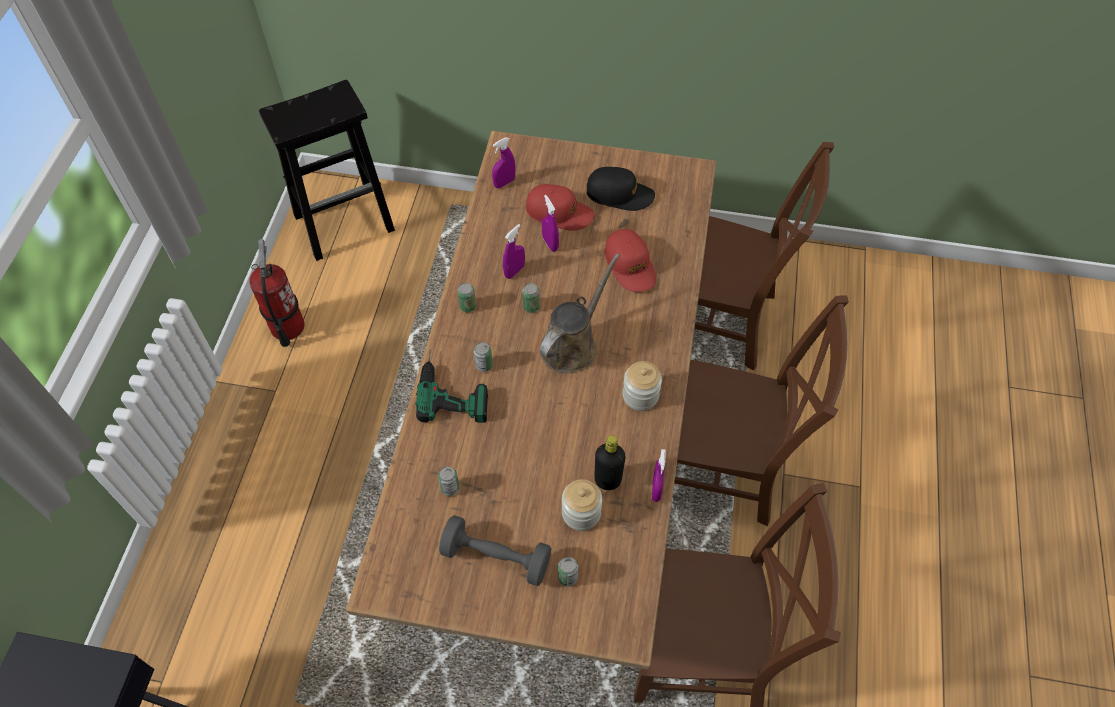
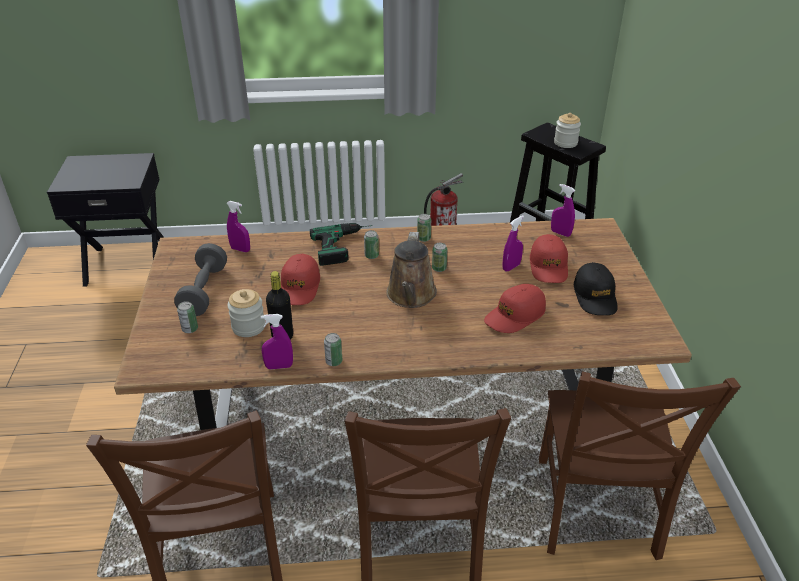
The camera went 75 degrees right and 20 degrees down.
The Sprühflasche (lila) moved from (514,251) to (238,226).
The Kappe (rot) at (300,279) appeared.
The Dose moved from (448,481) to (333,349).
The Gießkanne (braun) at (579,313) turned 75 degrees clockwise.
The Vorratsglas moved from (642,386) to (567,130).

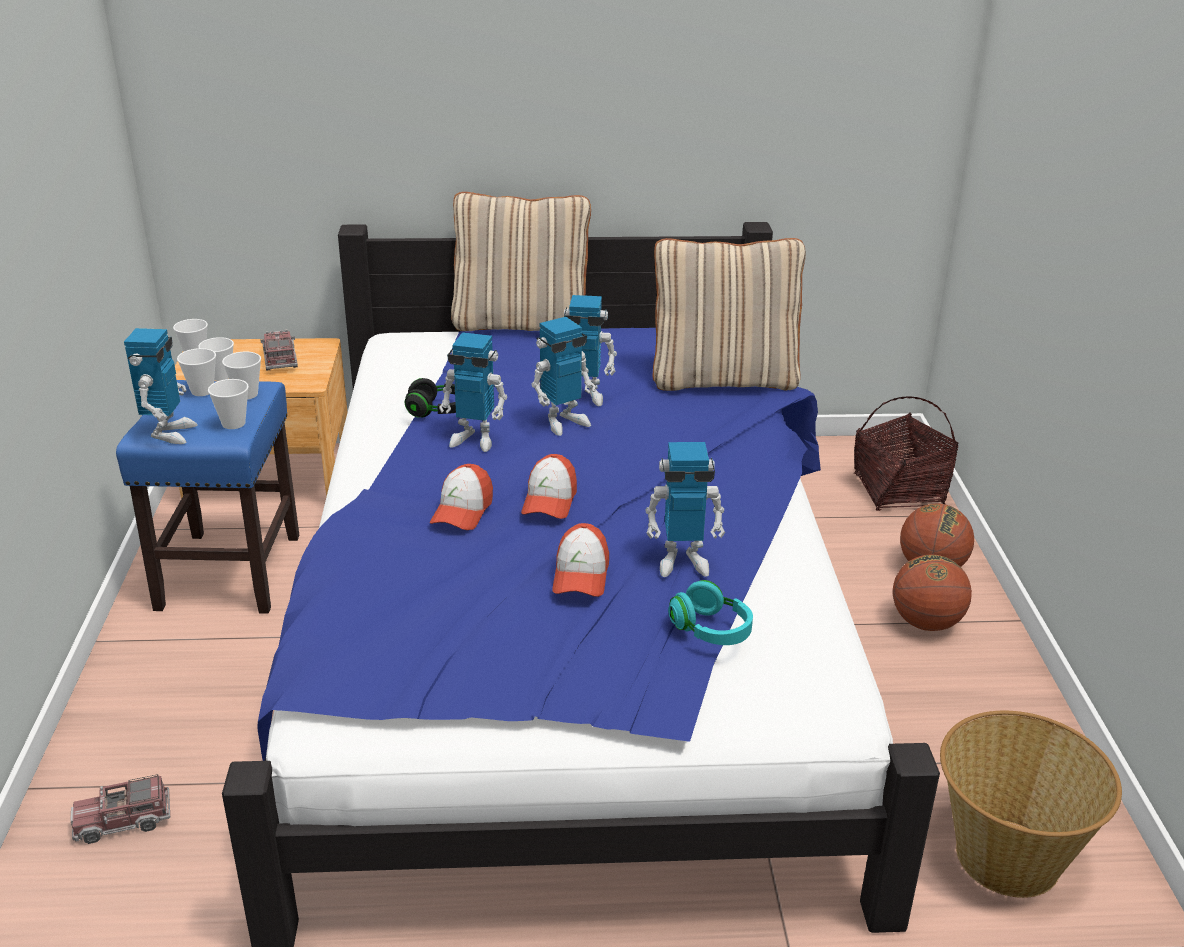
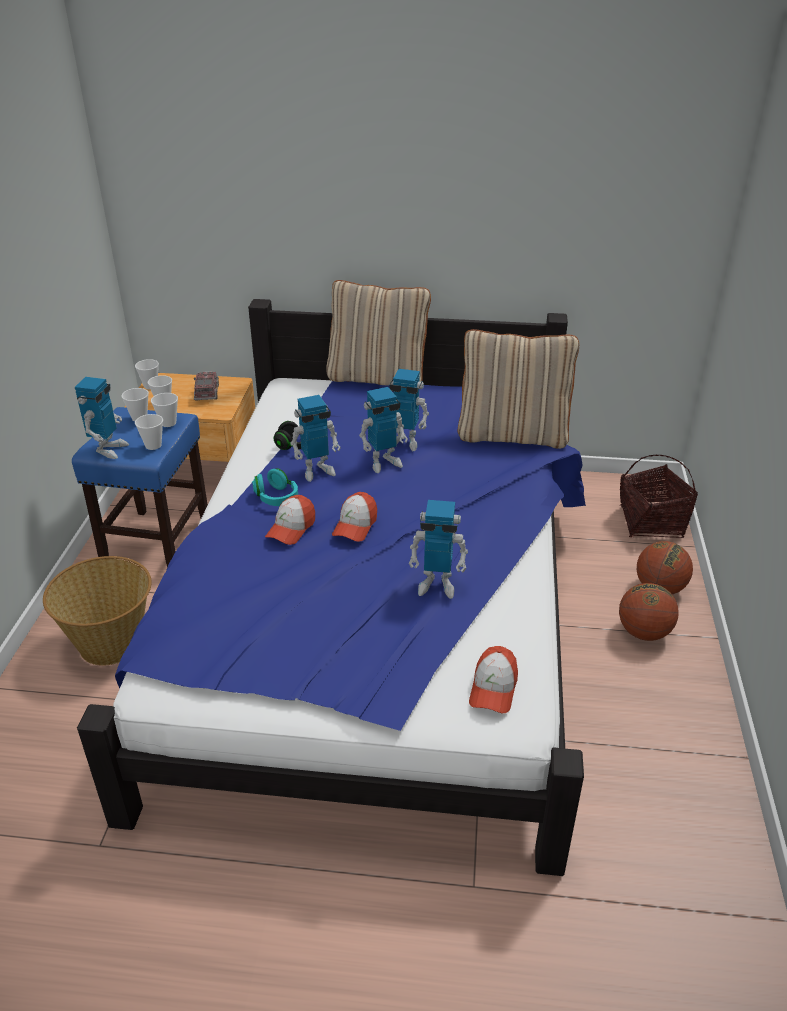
The camera went 10 degrees right and 5 degrees up.
The Korb moved from (1031,804) to (97,611).
The Kopfhörer (türkis) moved from (710,612) to (275,487).
The Spielzeugroboter at (473,392) turned 45 degrees counterclockwise.
The Kappe moved from (580,560) to (493,679).
The Spielzeuglaster at (120,809) disappeared.

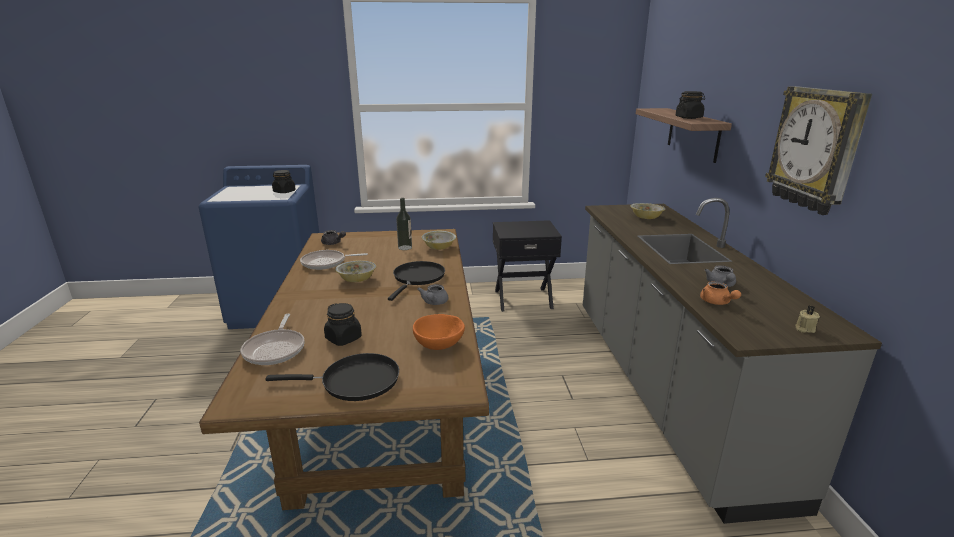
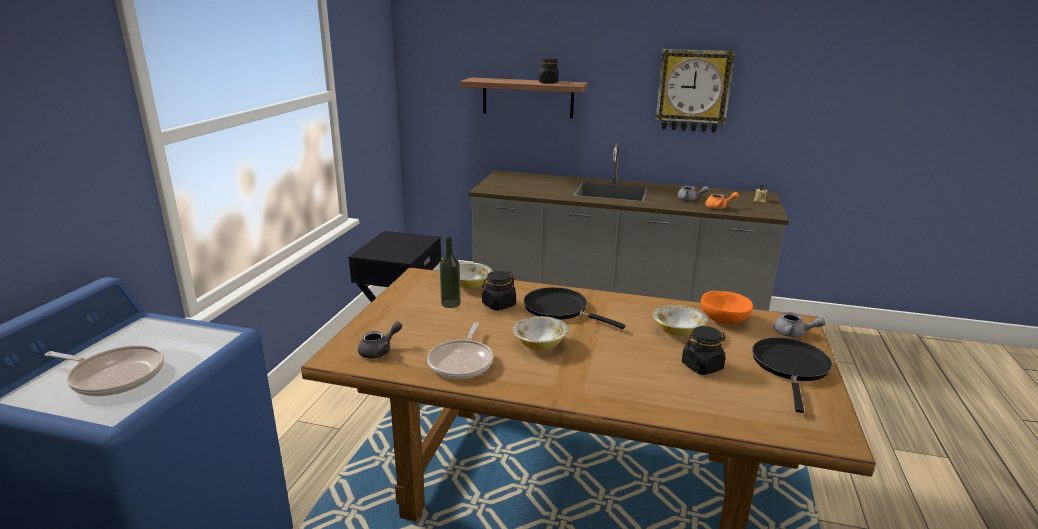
The camera went 70 degrees left and 0 degrees up.
The Pfanne moved from (273,339) to (104,370).
The Vorratsglas (schwarz) moved from (284,181) to (499,291).
The Schüssel moved from (647,211) to (680,321).
The Teekanne (grau) moved from (433,294) to (800,324).

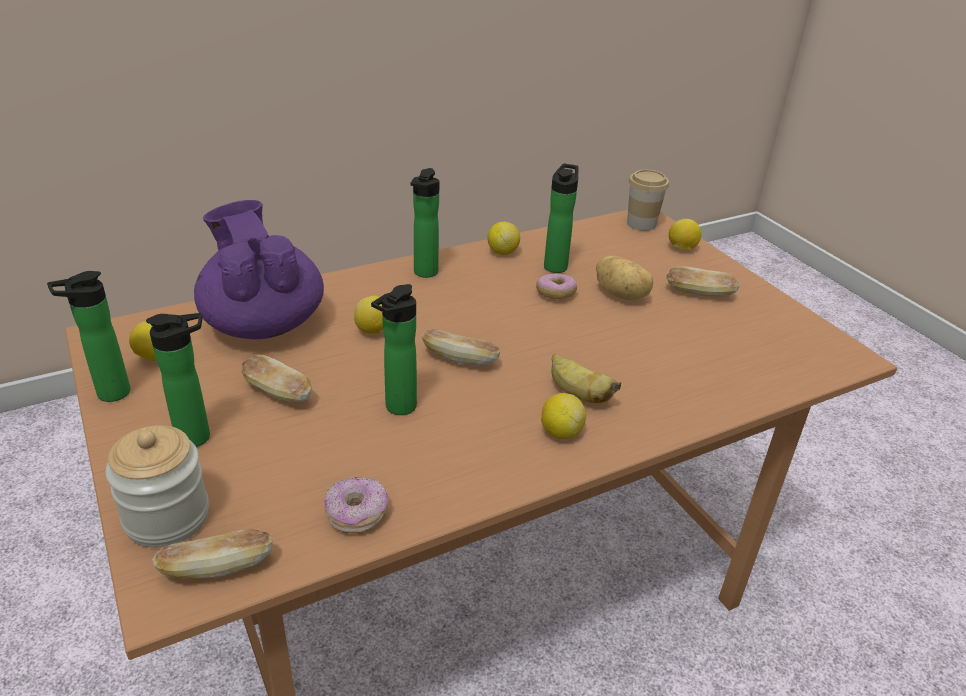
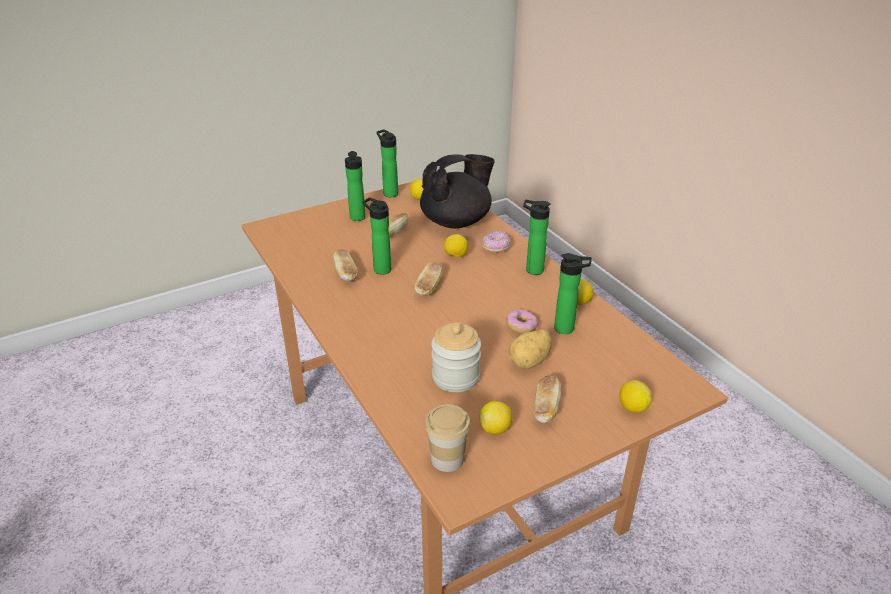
The camera went 90 degrees right and 0 degrees up.
The Brot moved from (213,554) to (345,265).
The Teekanne (lila) at (259,269) became the Teekanne (schwarz) at (457,191).
The Tasse moved from (648,200) to (448,438).
The Vorratsglas moved from (157,486) to (456,357).
The Zitrone moved from (563,416) to (496,417).
The Donut moved from (356,505) to (496,241).
The Banane at (586,378) disappeared.

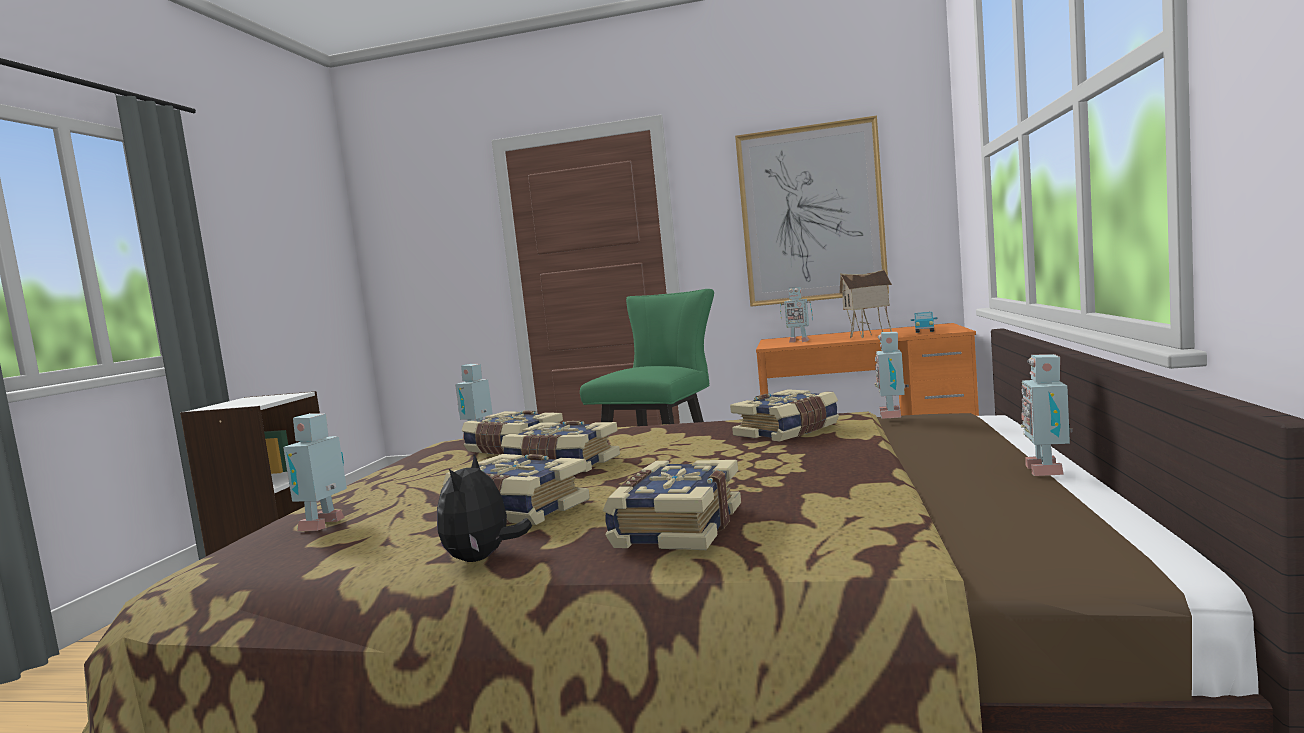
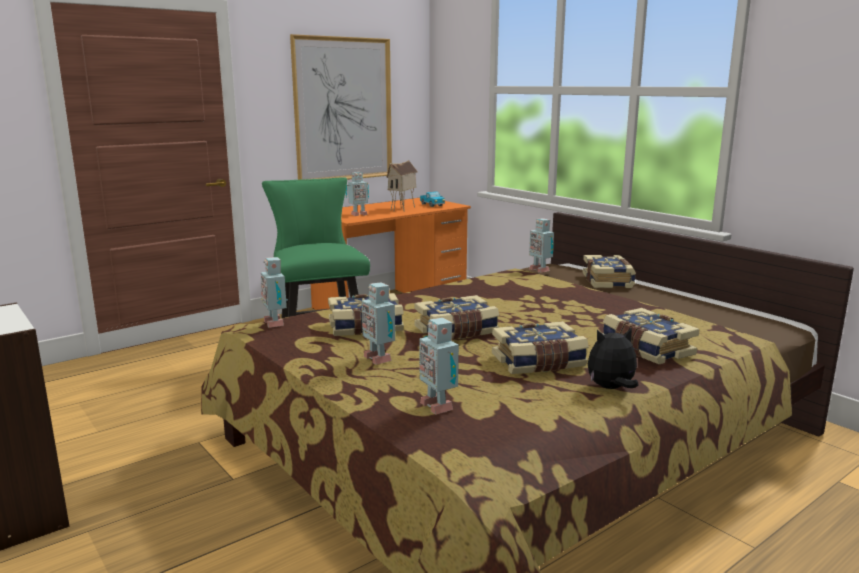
The camera went 50 degrees left and 10 degrees up.
The Spielzeugroboter moved from (1047,415) to (378,323).
The Buch moved from (784,415) to (609,271).
The Plüschtier at (484,508) turned 120 degrees clockwise.

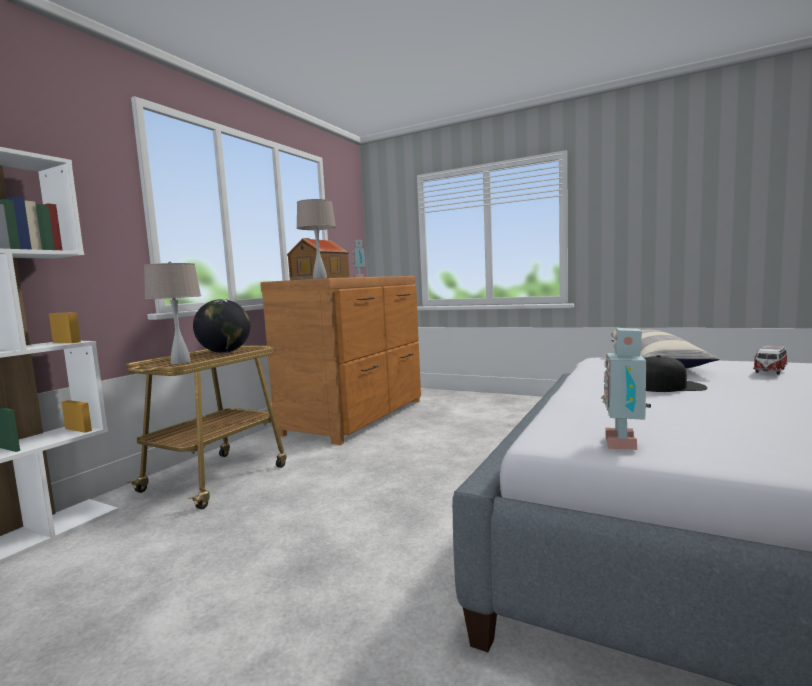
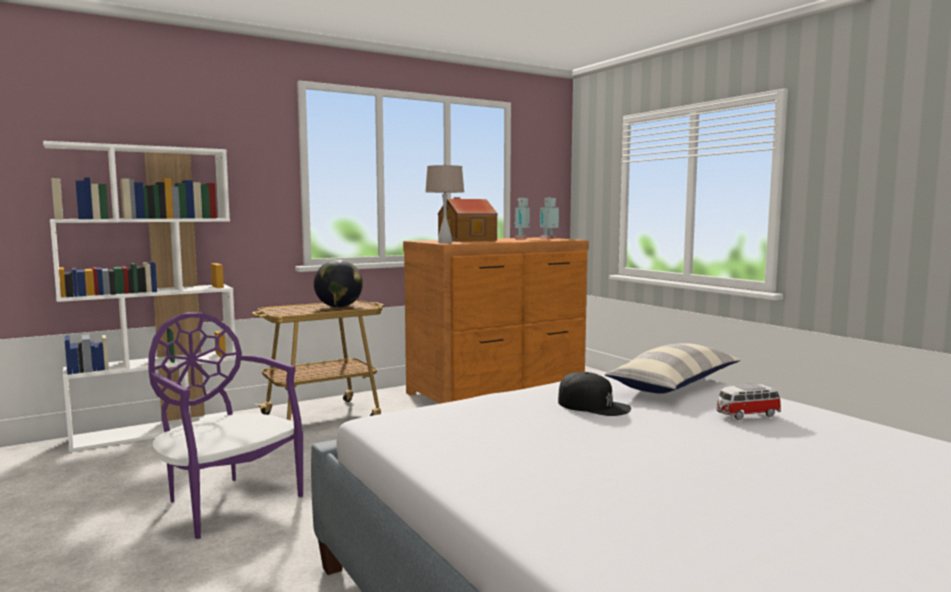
The camera went 30 degrees right and 0 degrees up.
The Stuhl (lila) at (225,425) appeared.
The Spielzeugroboter moved from (626,389) to (549,218).
The Tischlampe (beige) at (172,313) disappeared.

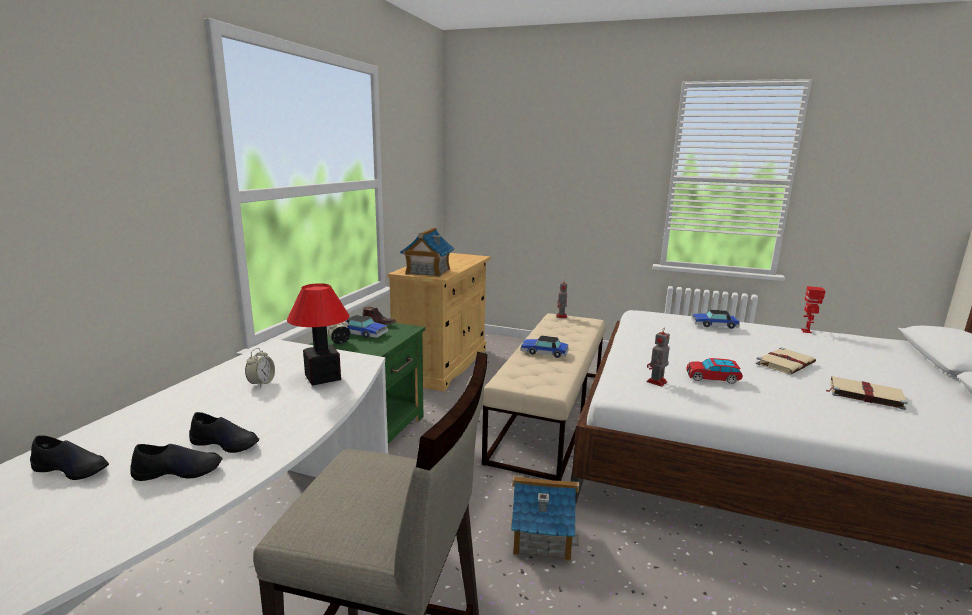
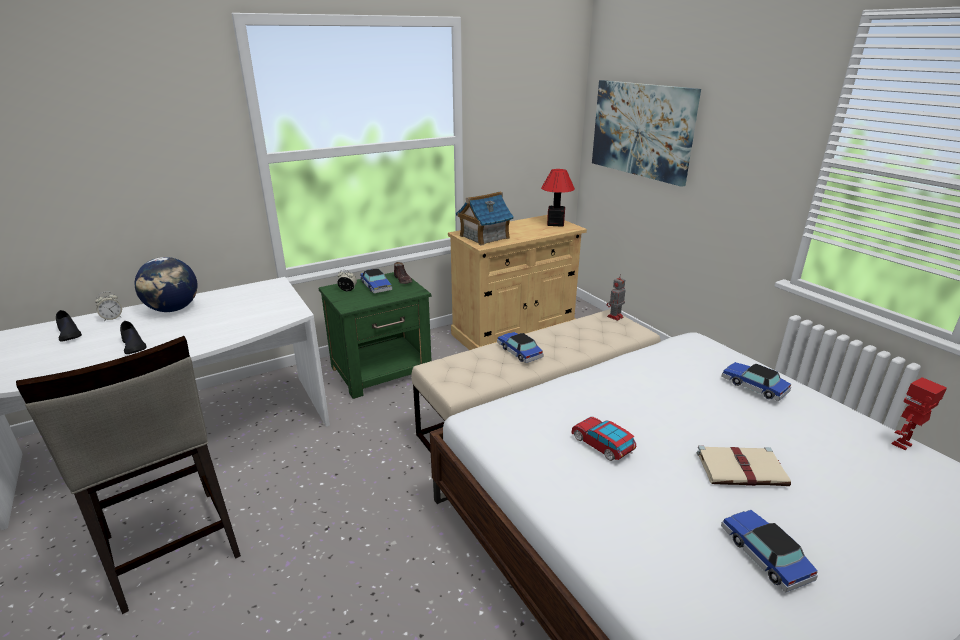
The camera went 40 degrees right and 10 degrees up.
The Wecker moved from (260,368) to (108,307).
The Globus at (166,284) appeared.
The Tischlampe moved from (318,334) to (558,198).
The Bild at (646,133) appeared.
The Buch (beige) at (867,393) was replaced by the Spielzeugauto at (769,551).
The Schuh (schwarz) at (176,462) disappeared.
The Spielzeughaus at (545,518) disappeared.
The Spielzeugroboter at (658,357) disappeared.

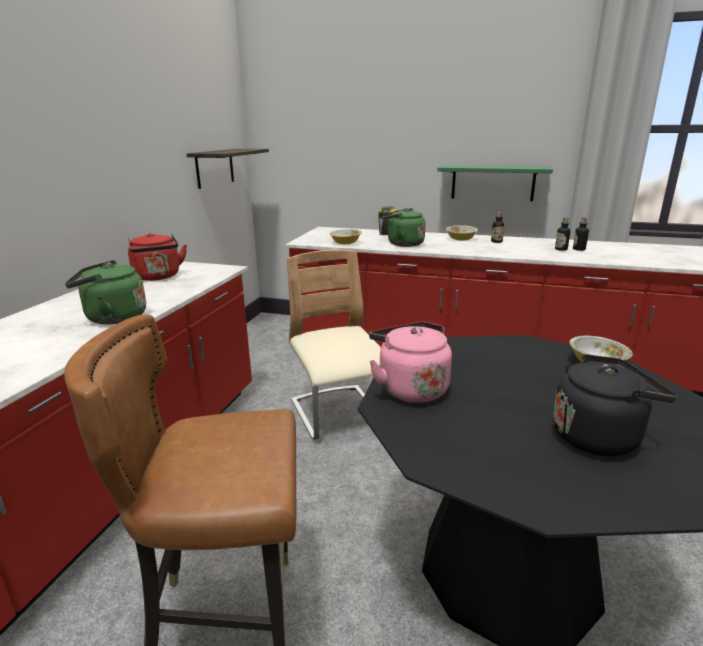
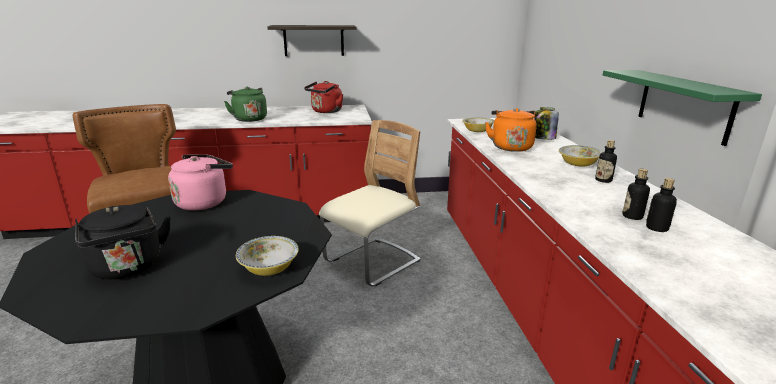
The camera went 65 degrees right and 0 degrees up.
The Wandregal moved from (228,169) to (311,40).
The Wasserkessel (grün) at (403,227) became the Wasserkessel (orange) at (511,130).

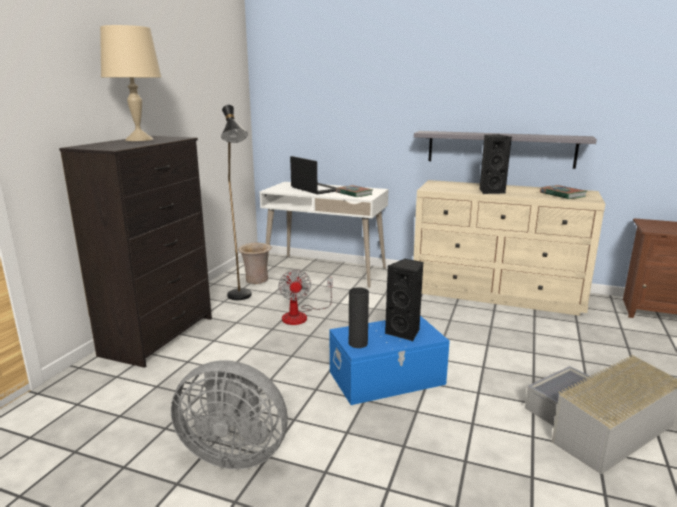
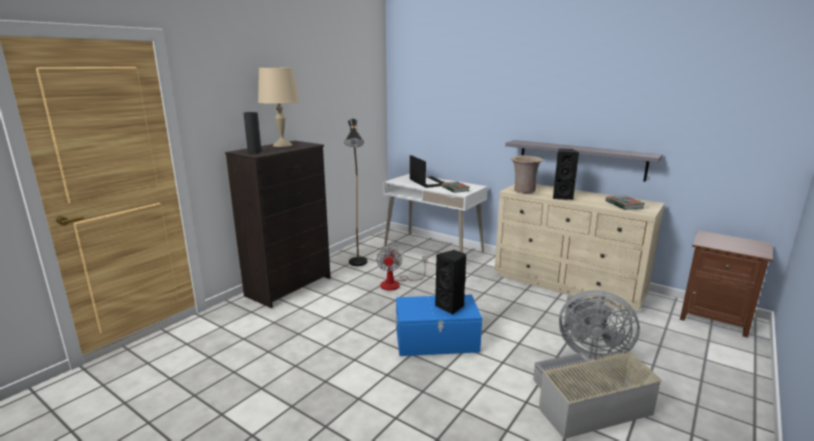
The camera went 15 degrees right and 0 degrees up.
The Vase (schwarz) moved from (359,317) to (253,132).
The Vase (beige) moved from (255,263) to (527,174).
The Ventilator (grau) moved from (229,414) to (599,325).

